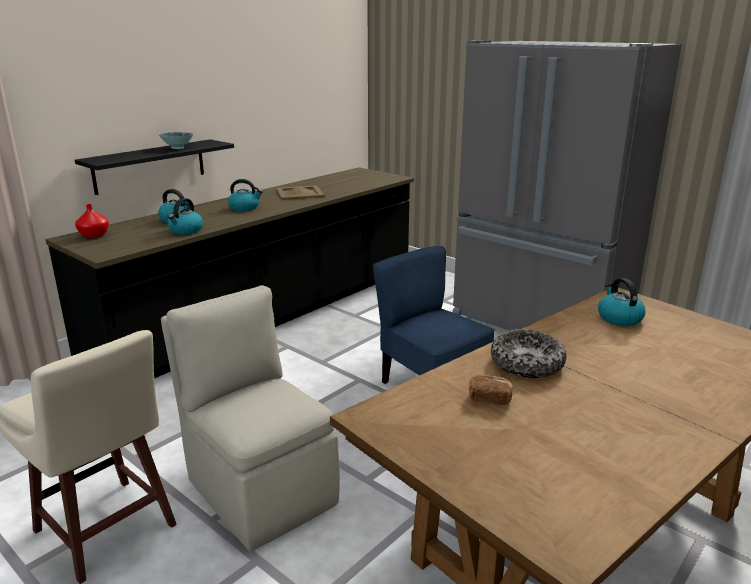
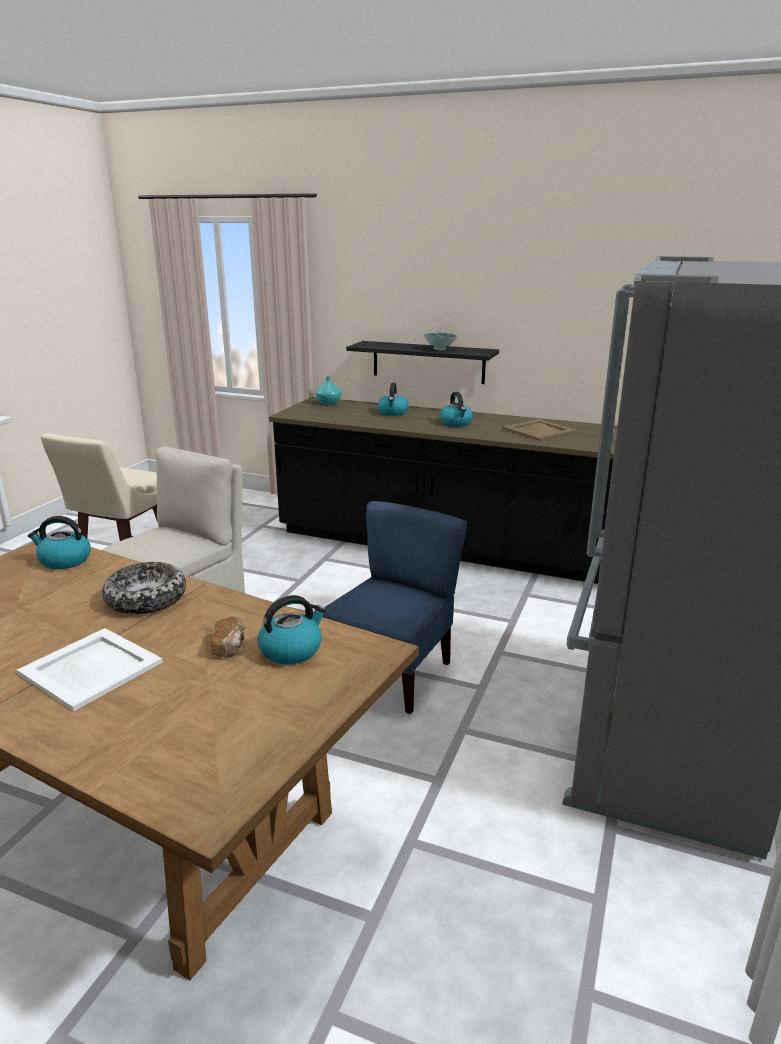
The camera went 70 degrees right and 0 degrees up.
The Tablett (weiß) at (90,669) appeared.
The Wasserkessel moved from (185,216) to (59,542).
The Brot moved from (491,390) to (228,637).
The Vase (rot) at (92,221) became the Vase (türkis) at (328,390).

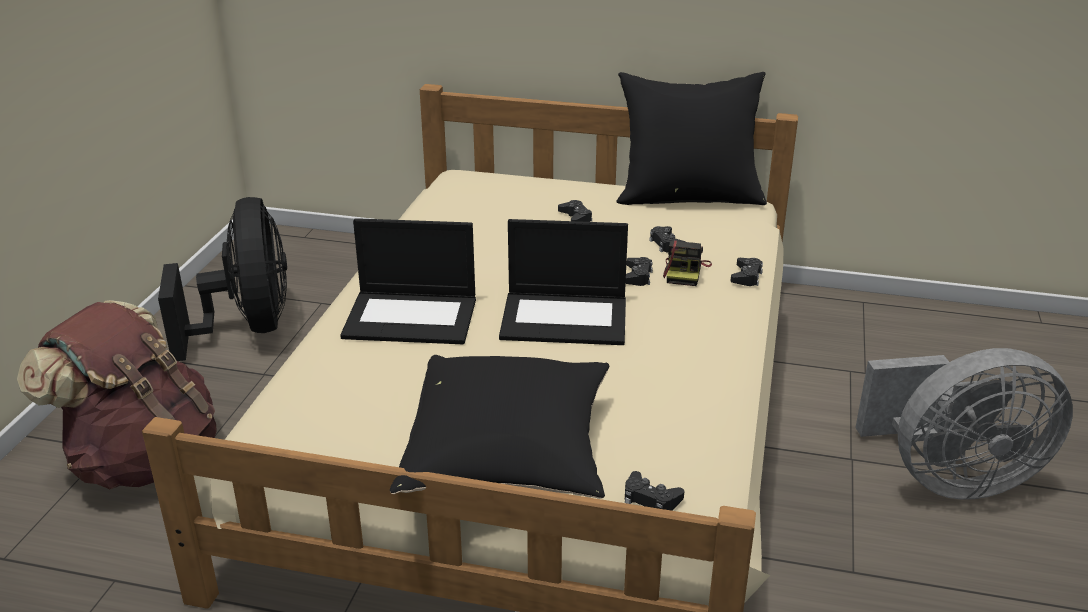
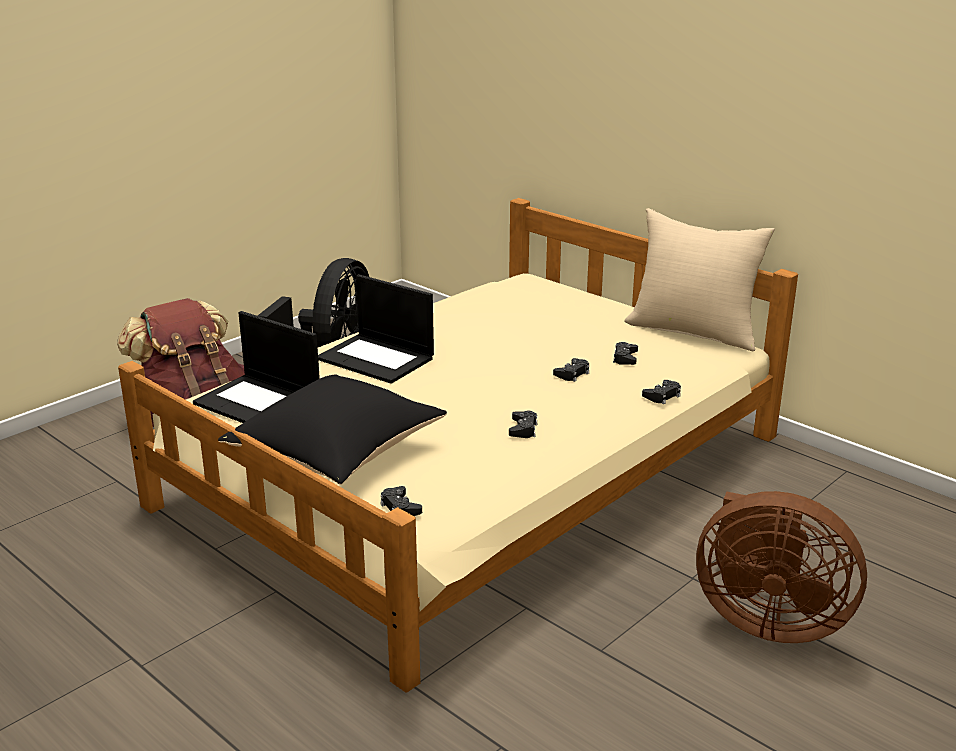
The camera went 30 degrees right and 5 degrees down.
The Laptop moved from (563,282) to (256,367).
The Gamepad (schwarz) moved from (575,211) to (523,424).
The Kissen (schwarz) at (692,138) became the Kissen (beige) at (699,279).
The Ventilator (grau) at (964,424) became the Ventilator (braun) at (781,567).
The Kamera at (687,263) disappeared.

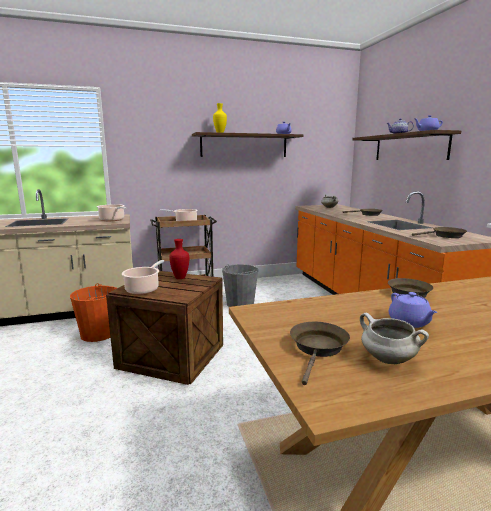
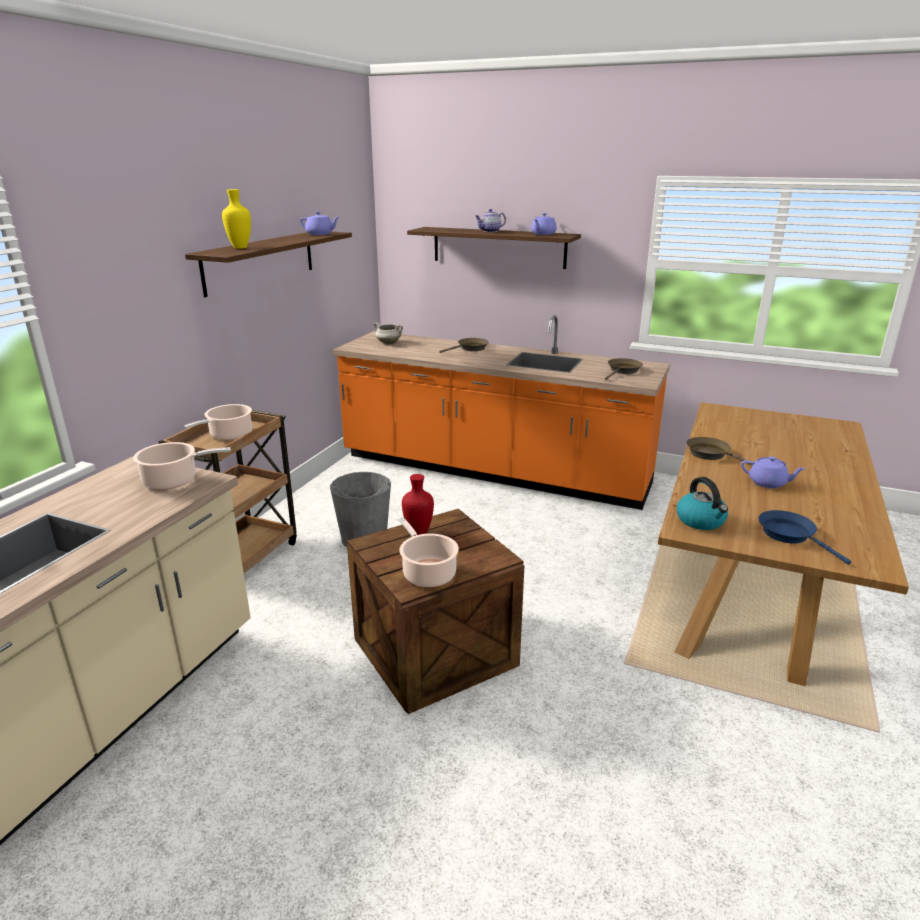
The camera went 50 degrees left and 10 degrees up.
The Wasserkessel at (702,503) appeared.
The Pfanne (braun) at (320,353) became the Pfanne (blau) at (805,537).
The Eimer (orange) at (93,312) disappeared.
The Kochtopf (weiß) at (394,338) disappeared.

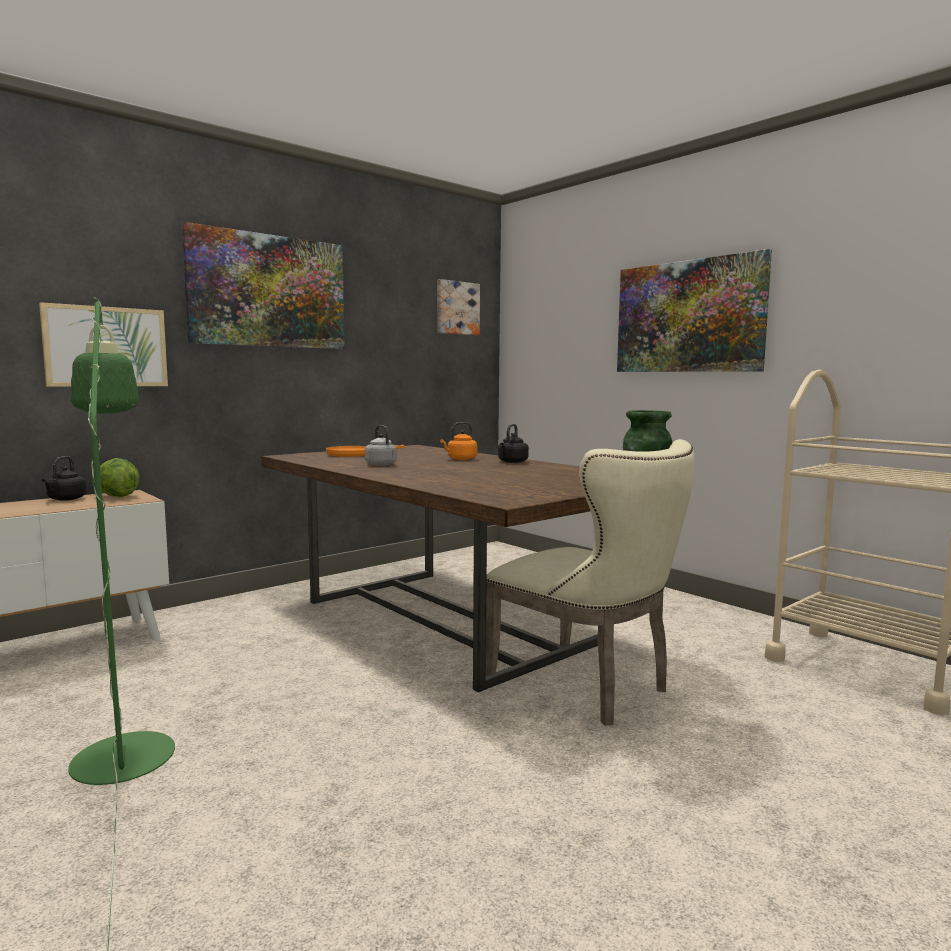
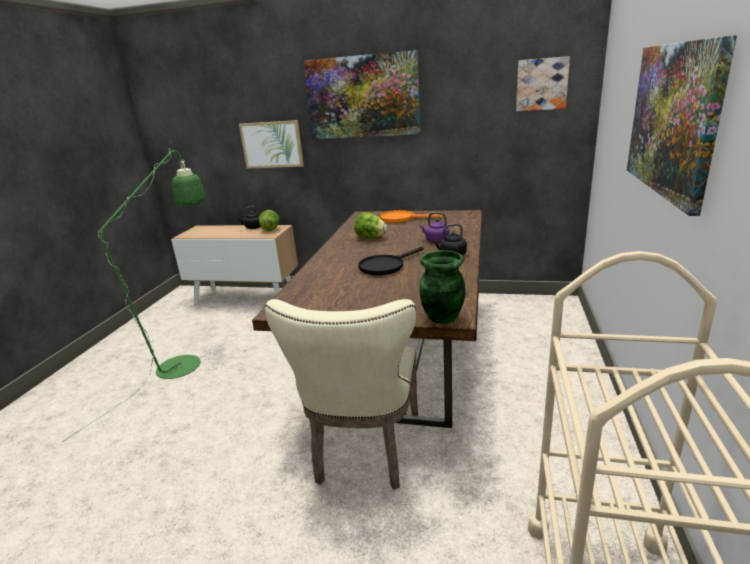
The camera went 55 degrees right and 15 degrees up.
The Wasserkessel (grau) at (381,445) was replaced by the Salatkopf at (370,225).
The Pfanne (schwarz) at (391,260) appeared.
The Wasserkessel (orange) at (458,441) became the Wasserkessel (lila) at (434,227).

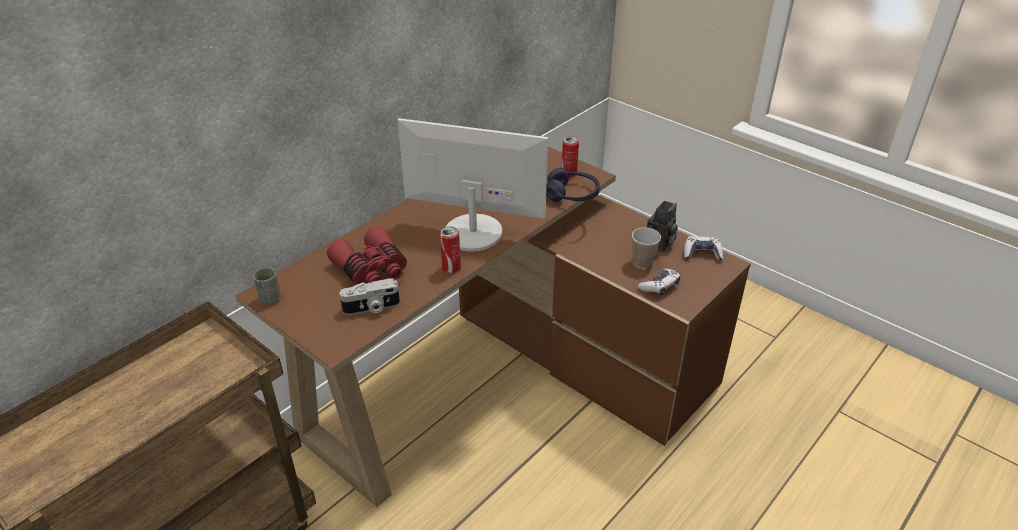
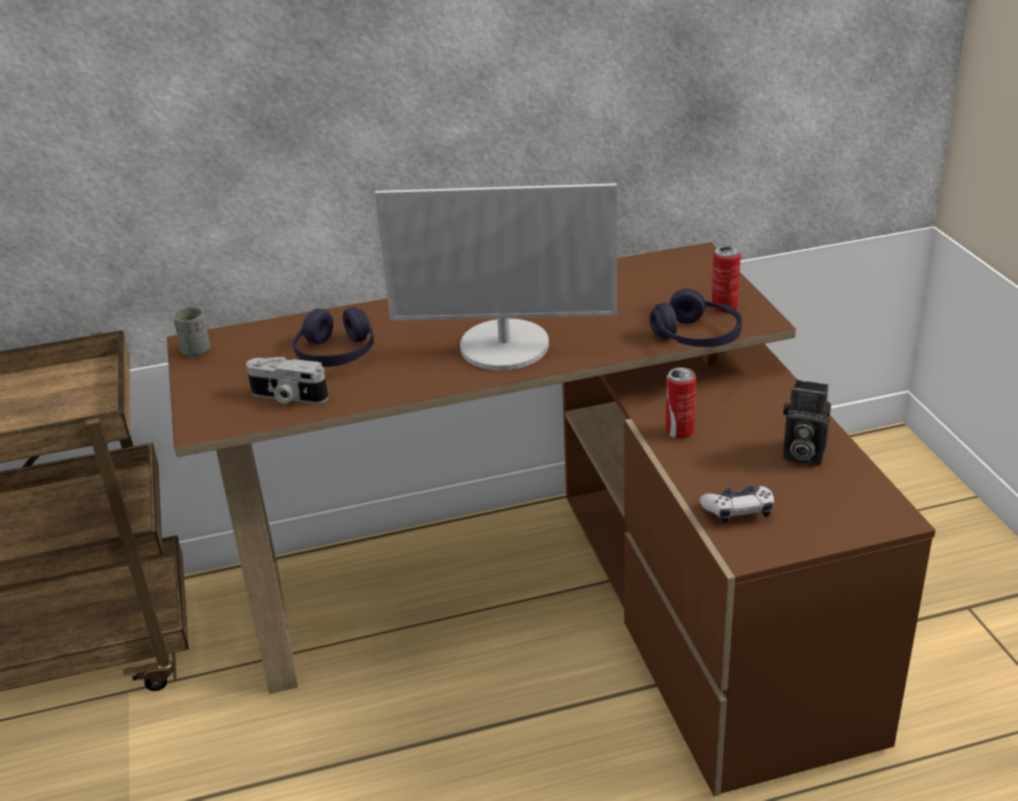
The camera went 35 degrees right and 5 degrees down.
The Fernglas (rot) at (367,255) was replaced by the Kopfhörer (lila) at (333,337).
The Monitor at (473,184) turned 135 degrees clockwise.
The Dose moved from (450,250) to (681,402).
The Kamera at (662,226) turned 45 degrees clockwise.
The Tasse at (646,247) disappeared.
The Gamepad at (703,248) disappeared.

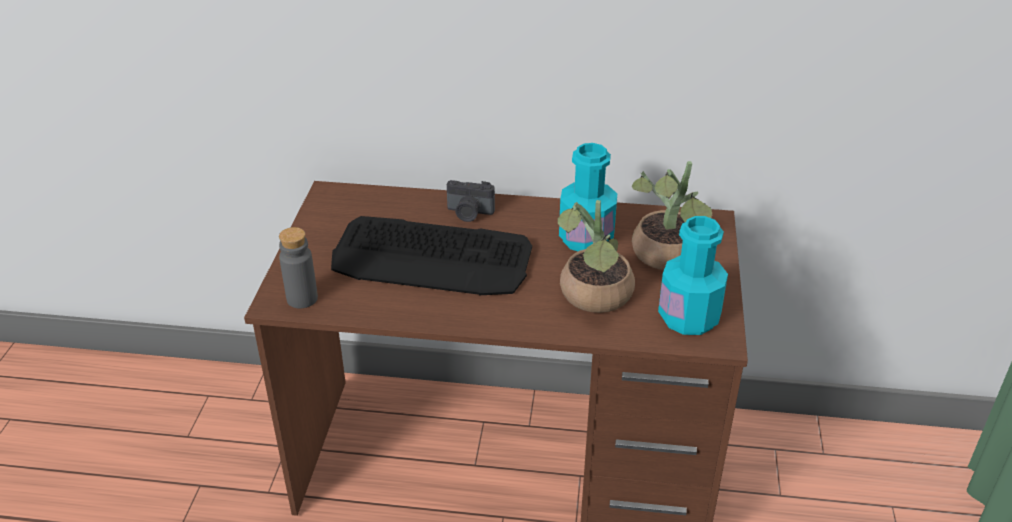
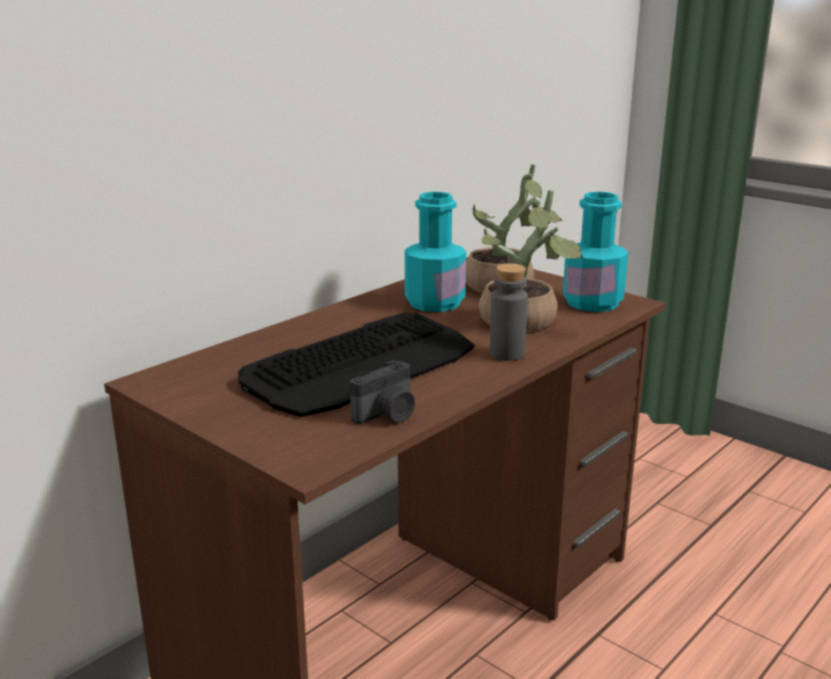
The camera went 55 degrees left and 15 degrees down.
The Kamera moved from (471,201) to (382,392).
The Flasche (grau) moved from (298,267) to (509,312).

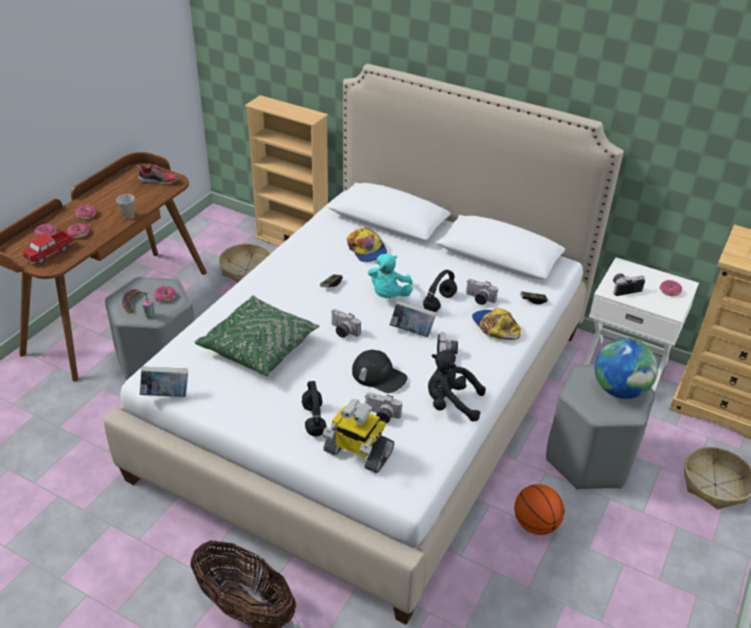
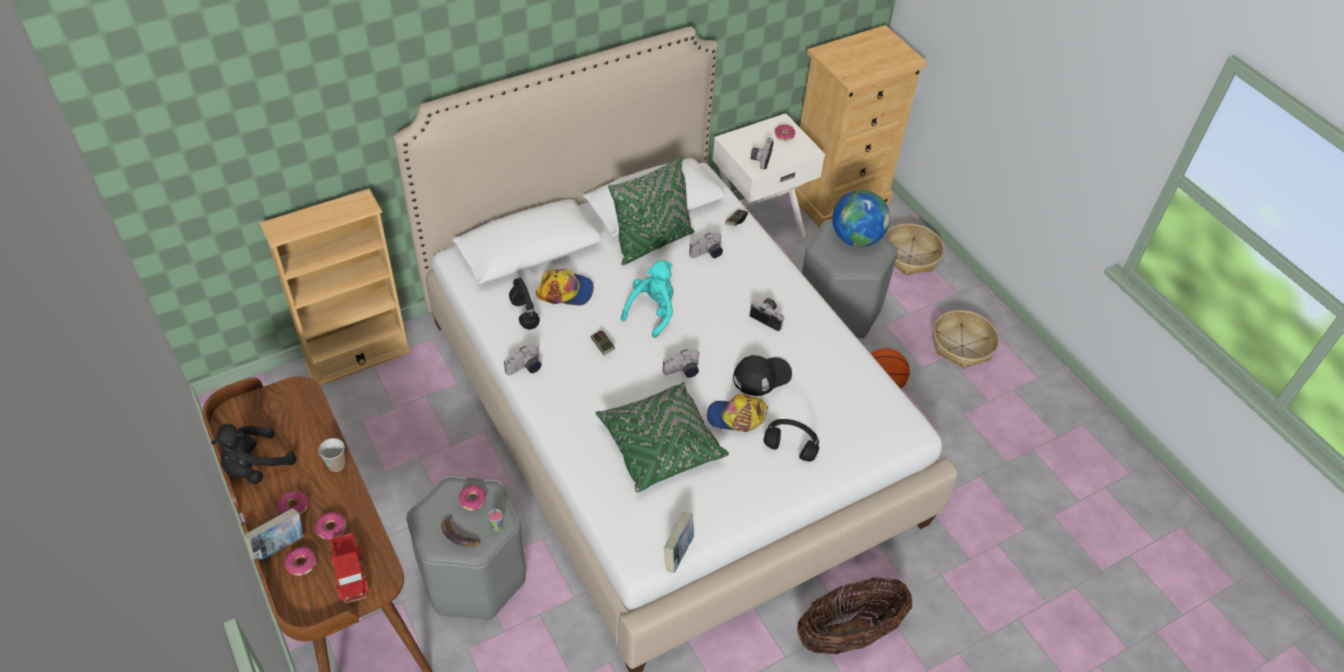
The camera went 60 degrees left and 10 degrees up.
The Plüschtier (schwarz) moved from (457,386) to (253,454).
The Buch moved from (413,318) to (274,535).
The Kamera moved from (384,408) to (522,360).
The Kopfhörer (schwarz) moved from (440,291) to (524,304).
The Kissen (grün) at (651,211) appeared.
The Plüschtier (türkis) at (390,275) turned 105 degrees counterclockwise.
The Kappe moved from (496,324) to (737,412).
The Korb moved from (245,262) to (966,339).
The Schuh at (158,174) disappeared.
The Spielzeugroboter at (358,436) disappeared.

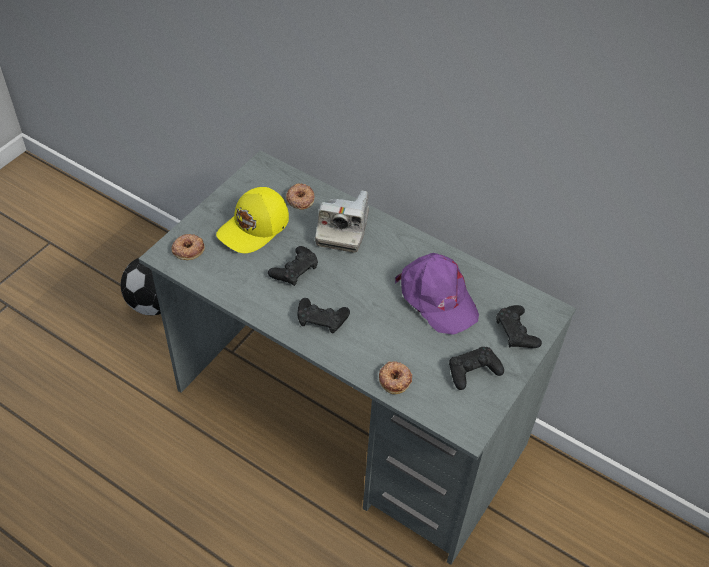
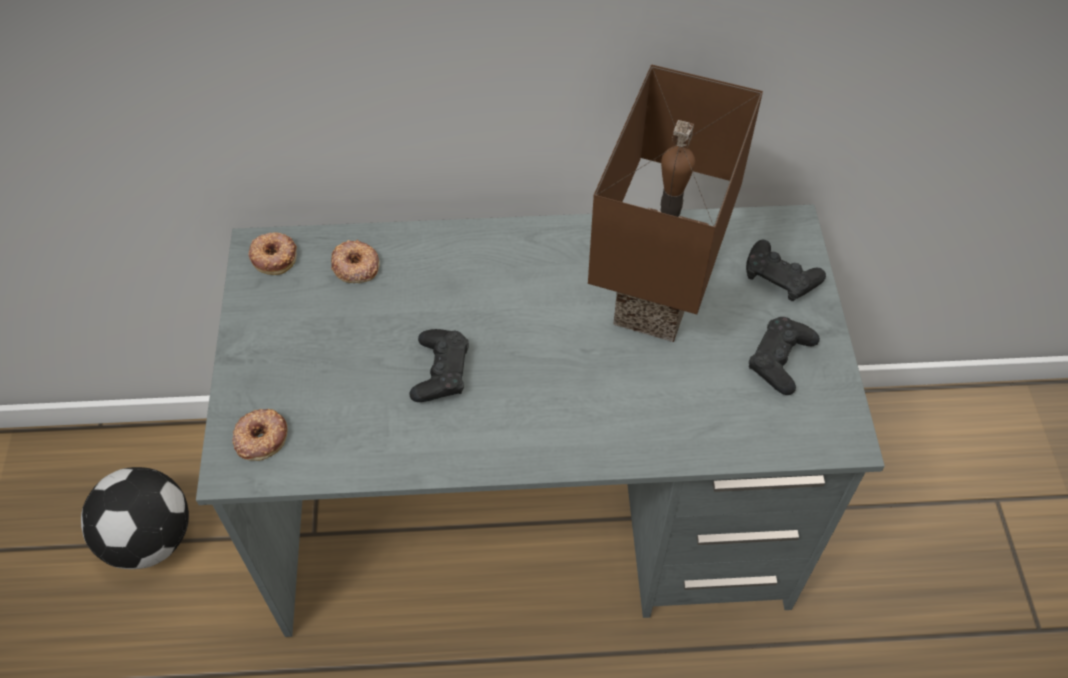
The camera went 35 degrees left and 5 degrees up.
The Donut moved from (395,377) to (272,253).
The Kappe (lila) at (437,294) was replaced by the Tischlampe (braun) at (675,203).
The Kappe (gelb) at (252,220) disappeared.
The Gamepad (schwarz) at (324,315) disappeared.
The Kamera at (342,222) disappeared.

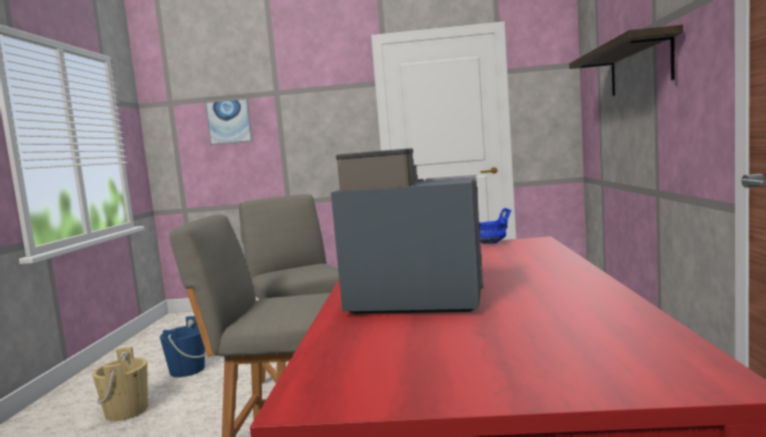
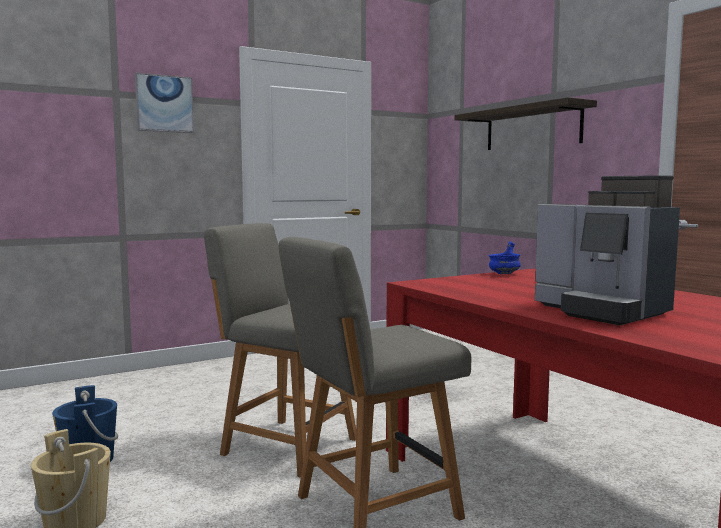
The camera went 35 degrees left and 0 degrees up.
The Bild moved from (229,121) to (164,103).
The Kaffeemaschine at (407,231) turned 105 degrees counterclockwise.

